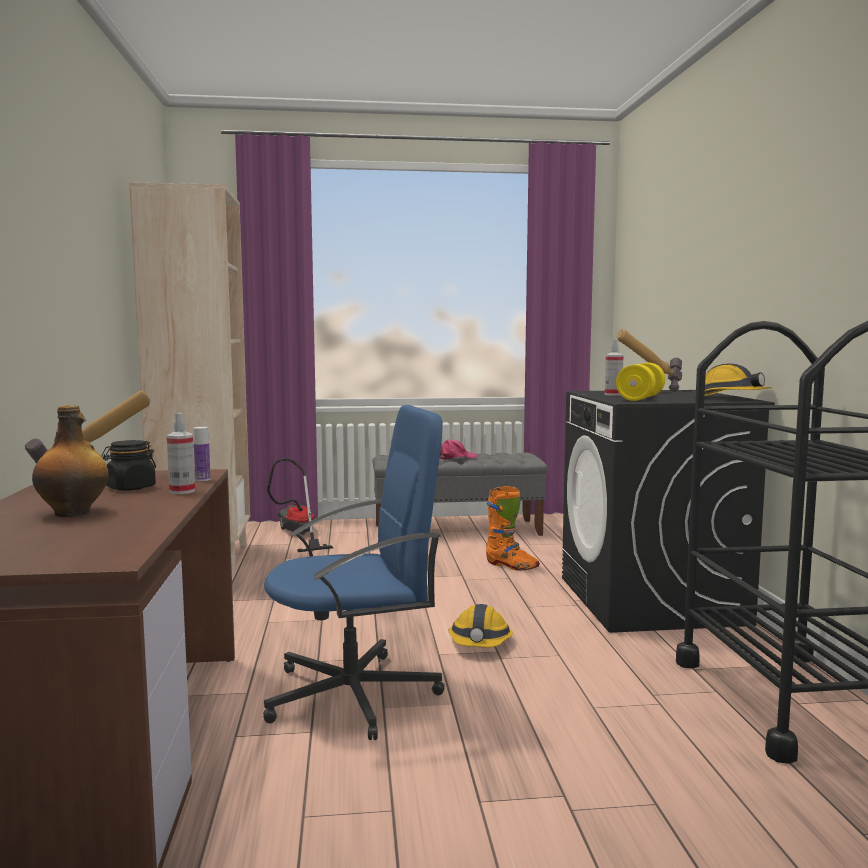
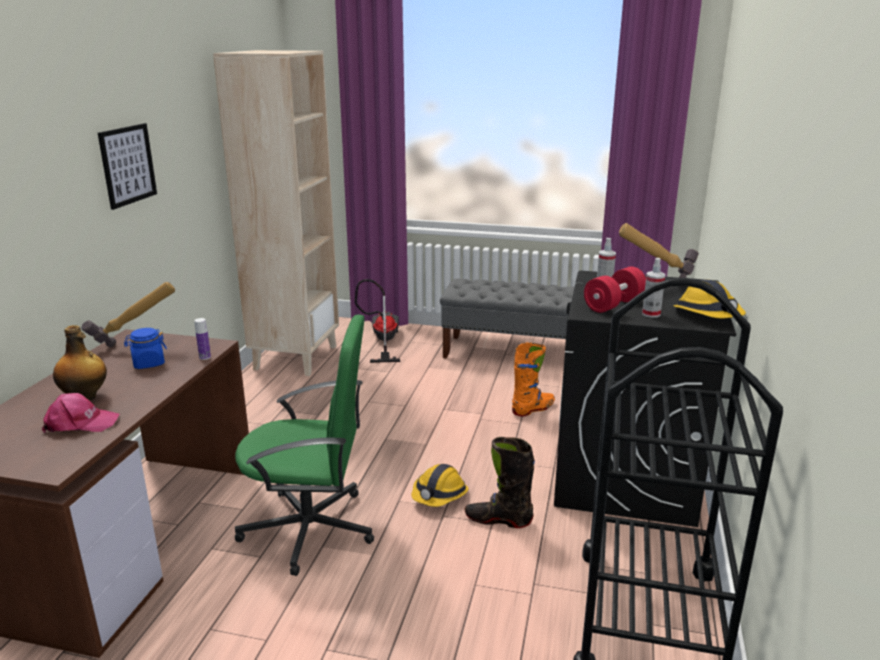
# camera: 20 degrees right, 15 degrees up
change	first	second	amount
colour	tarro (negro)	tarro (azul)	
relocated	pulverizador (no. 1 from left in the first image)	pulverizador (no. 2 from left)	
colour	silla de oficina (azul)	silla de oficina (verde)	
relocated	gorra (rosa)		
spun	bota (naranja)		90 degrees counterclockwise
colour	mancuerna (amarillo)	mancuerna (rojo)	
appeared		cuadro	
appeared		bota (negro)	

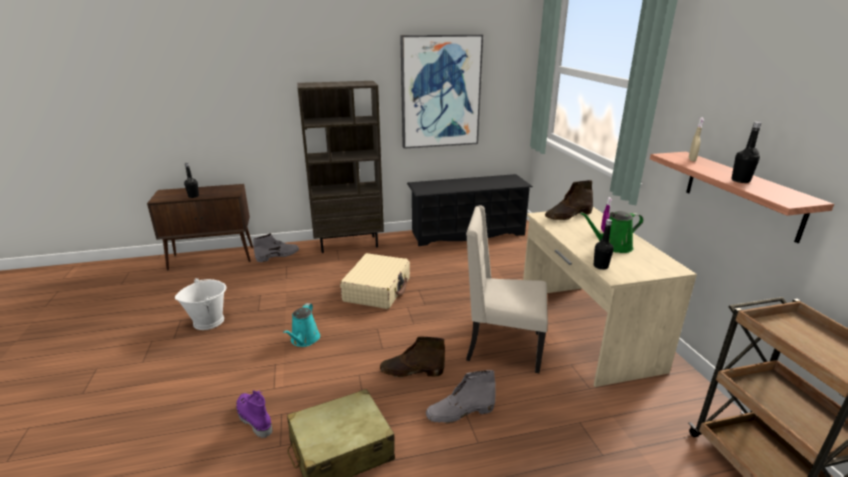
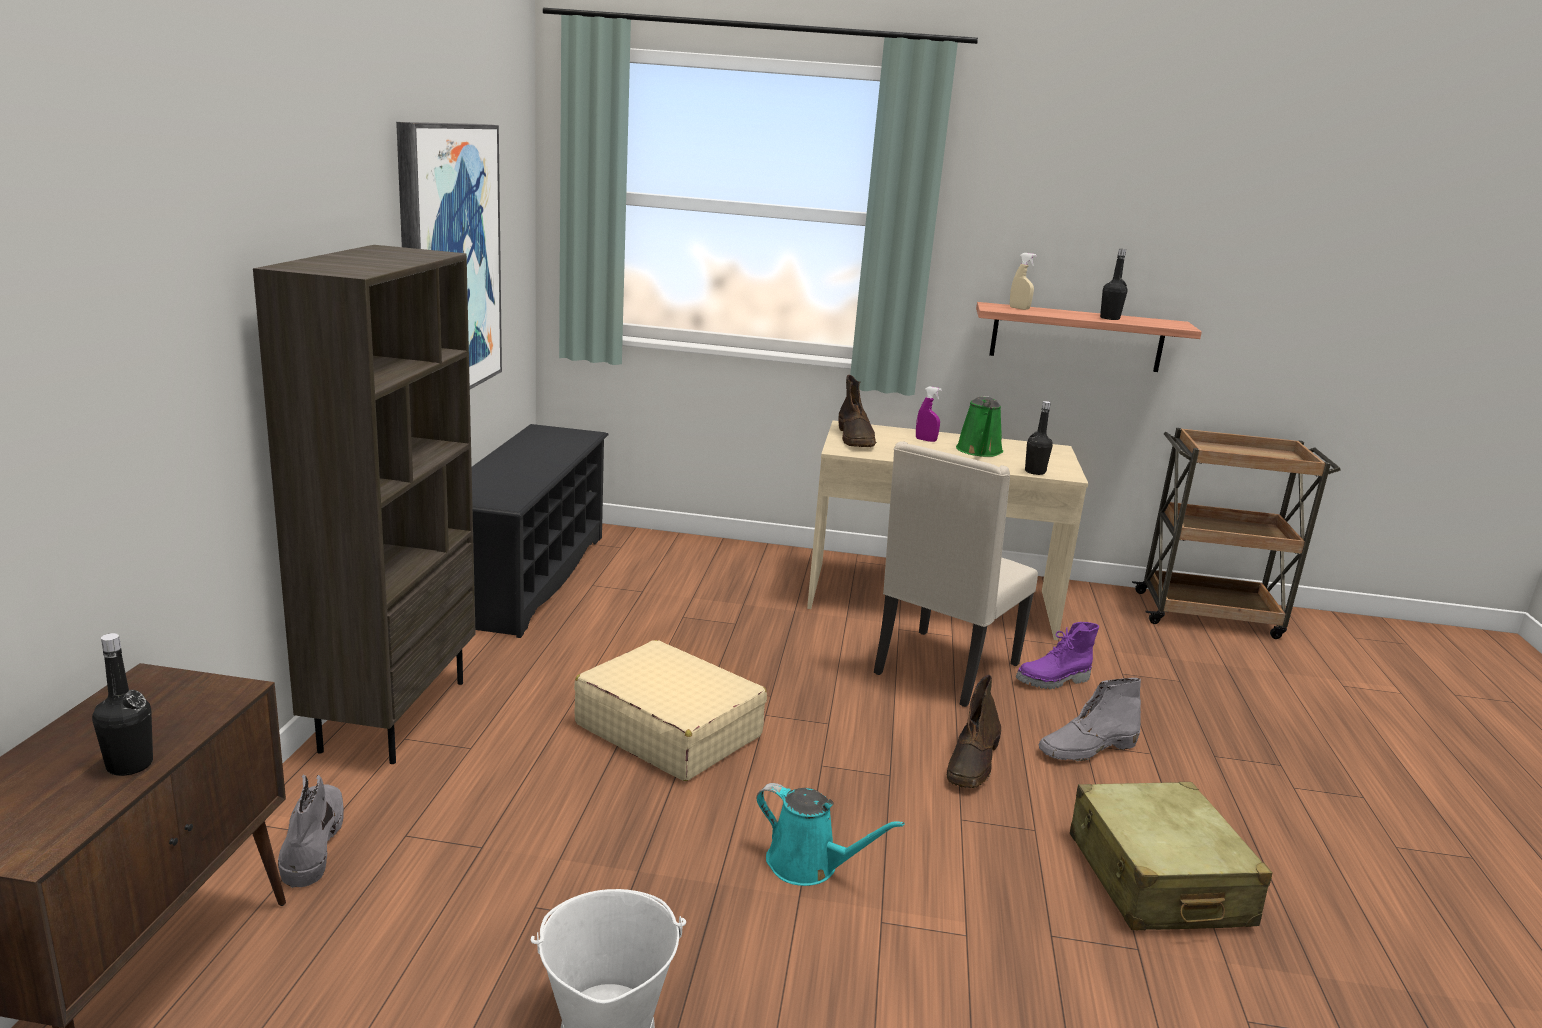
# camera: 70 degrees left, 5 degrees down
change	first	second	amount
relocated	bota (morado)		
spun	bota (gris) (no. 2 from left)		60 degrees clockwise

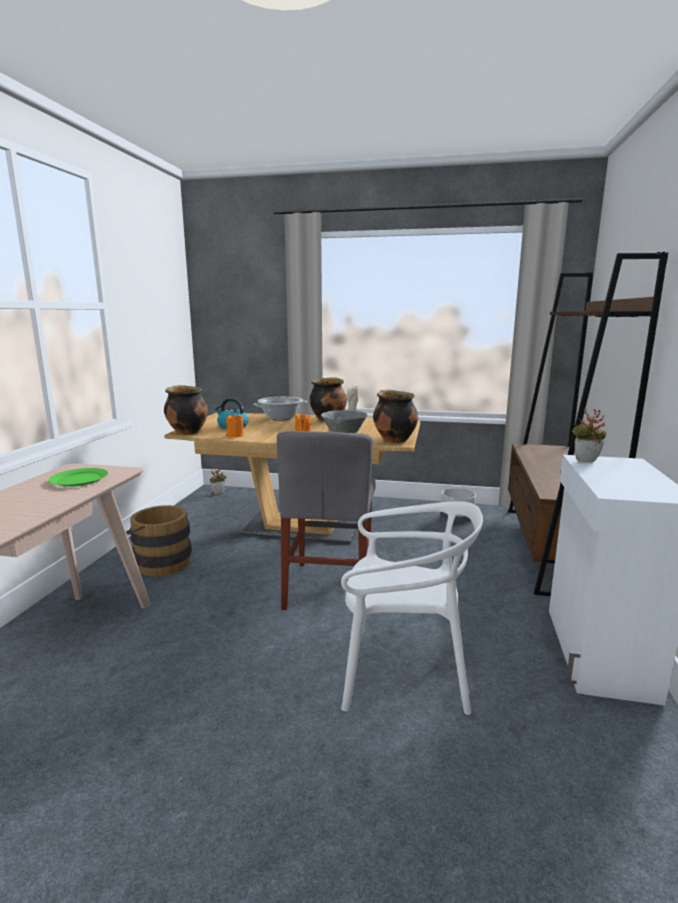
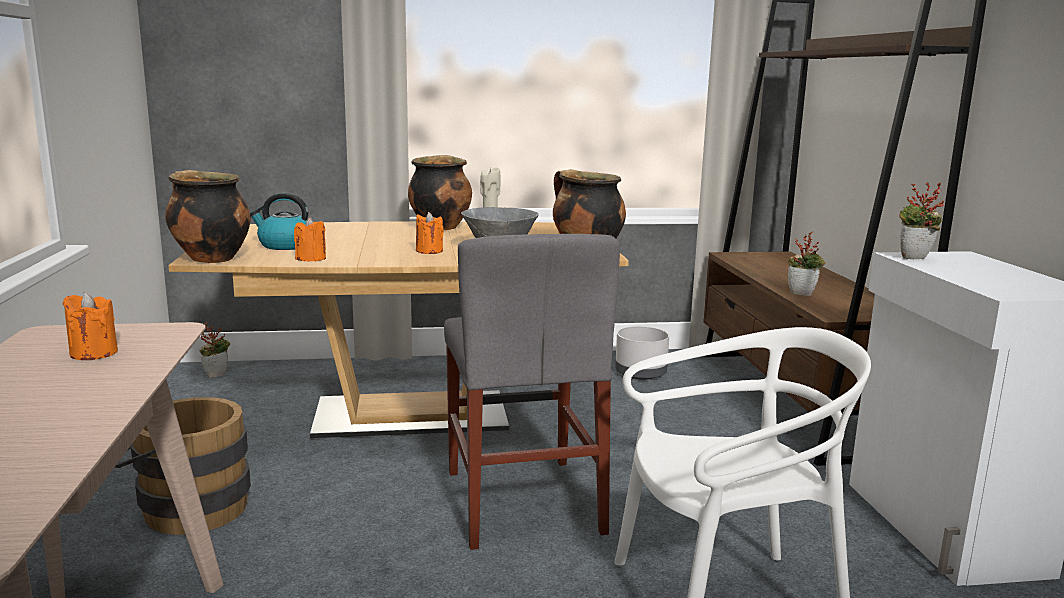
# camera: 20 degrees left, 0 degrees up
change	first	second	amount
exchanged	plato (verde)	vela (naranja) (no. 1 from left)	
missing	olla (no. 2 from left)		
appeared		planta en maceta (no. 2 from left)	

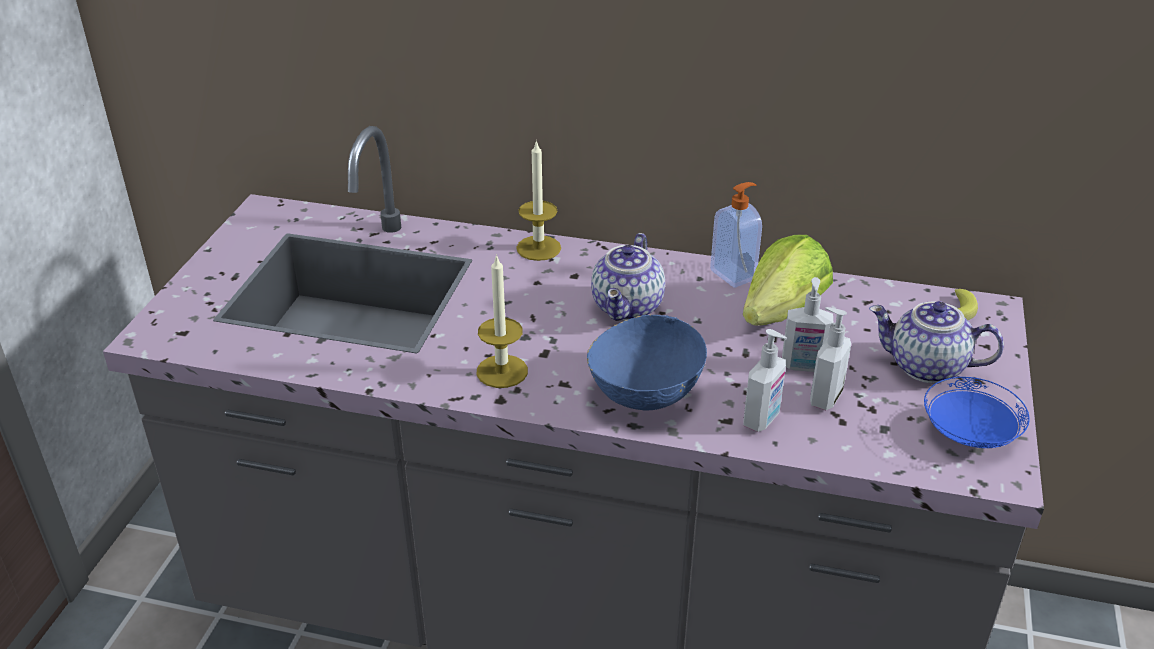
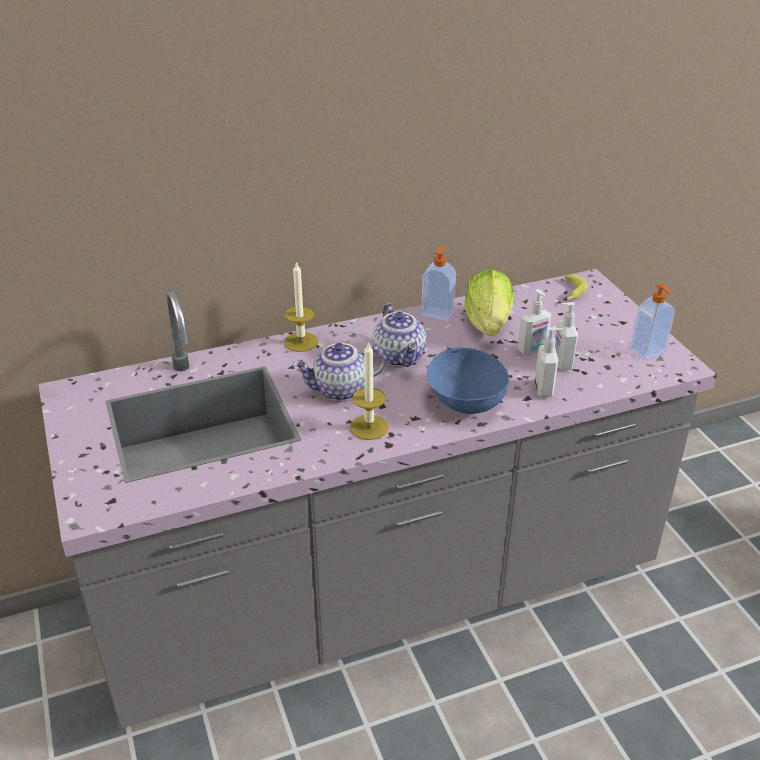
# camera: 35 degrees left, 0 degrees up
change	first	second	amount
relocated	tetera (no. 2 from left in the first image)	tetera (no. 1 from left)	
exchanged	plato (azul)	dispensador de jabón (no. 5 from left)	

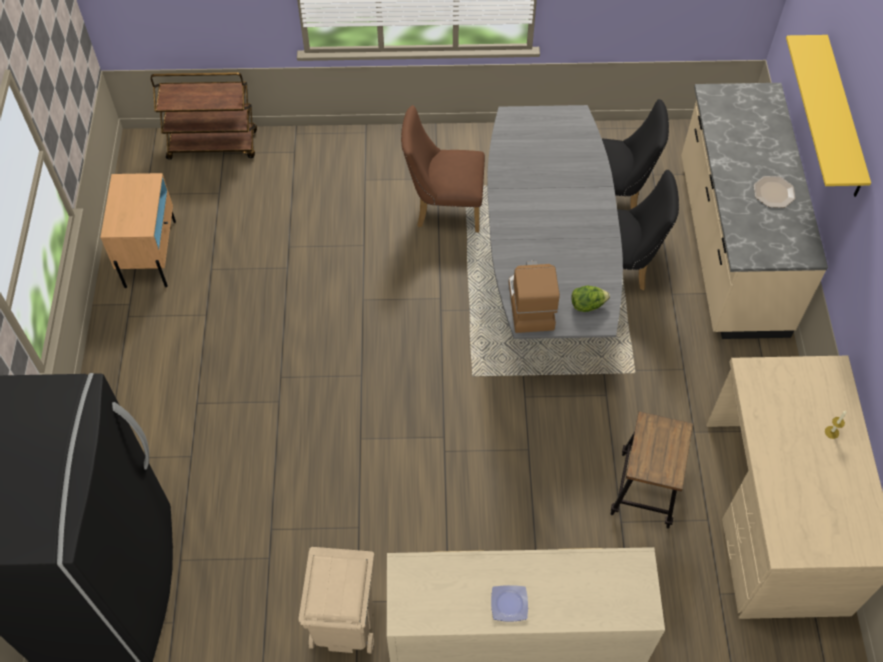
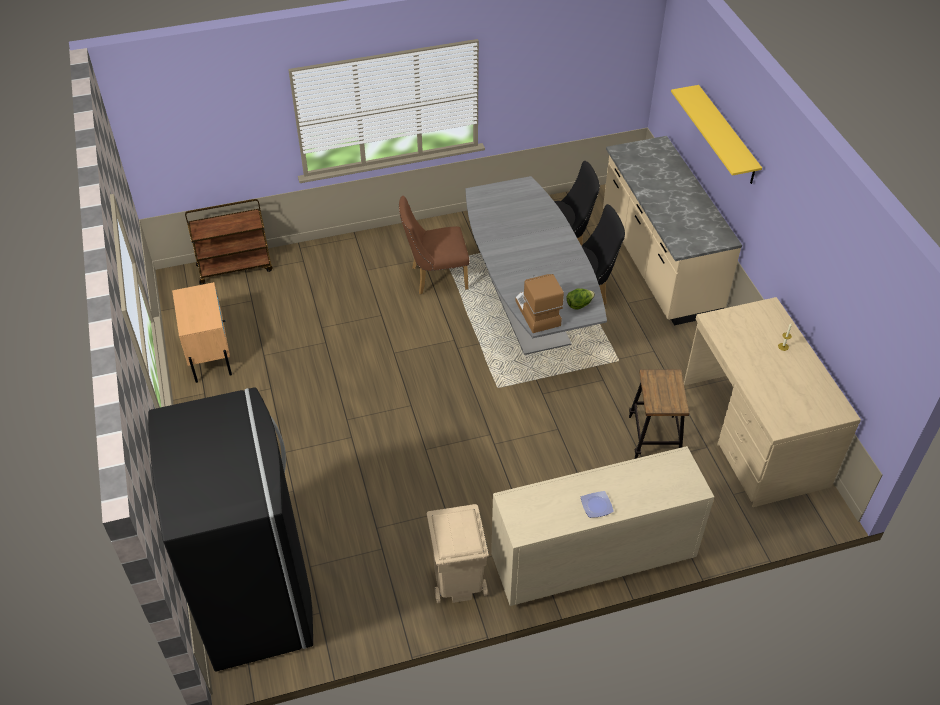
# camera: 15 degrees left, 10 degrees down
change	first	second	amount
missing	plato (no. 2 from left)		

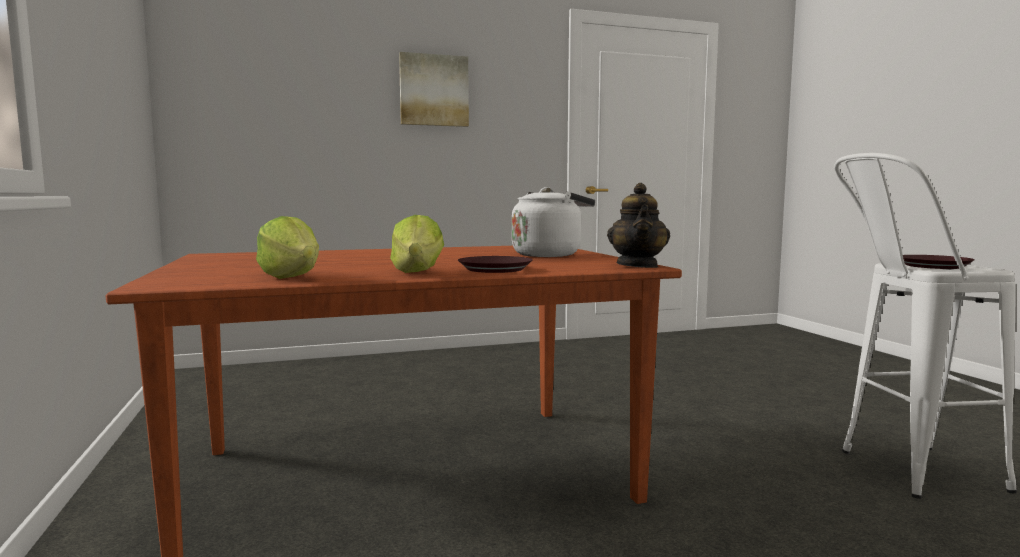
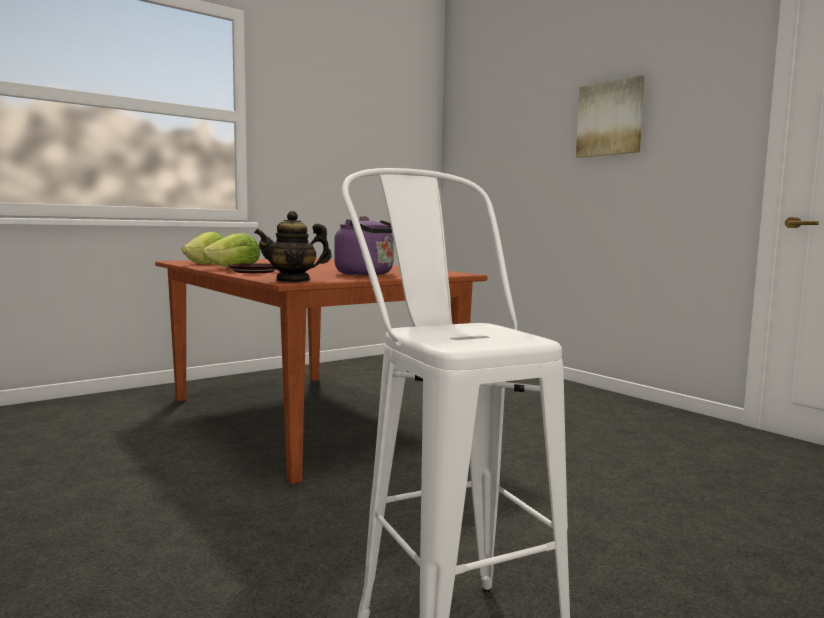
# camera: 70 degrees right, 0 degrees up
change	first	second	amount
colour	hervidor (blanco)	hervidor (morado)	
missing	plato (marrón) (no. 2 from left)		

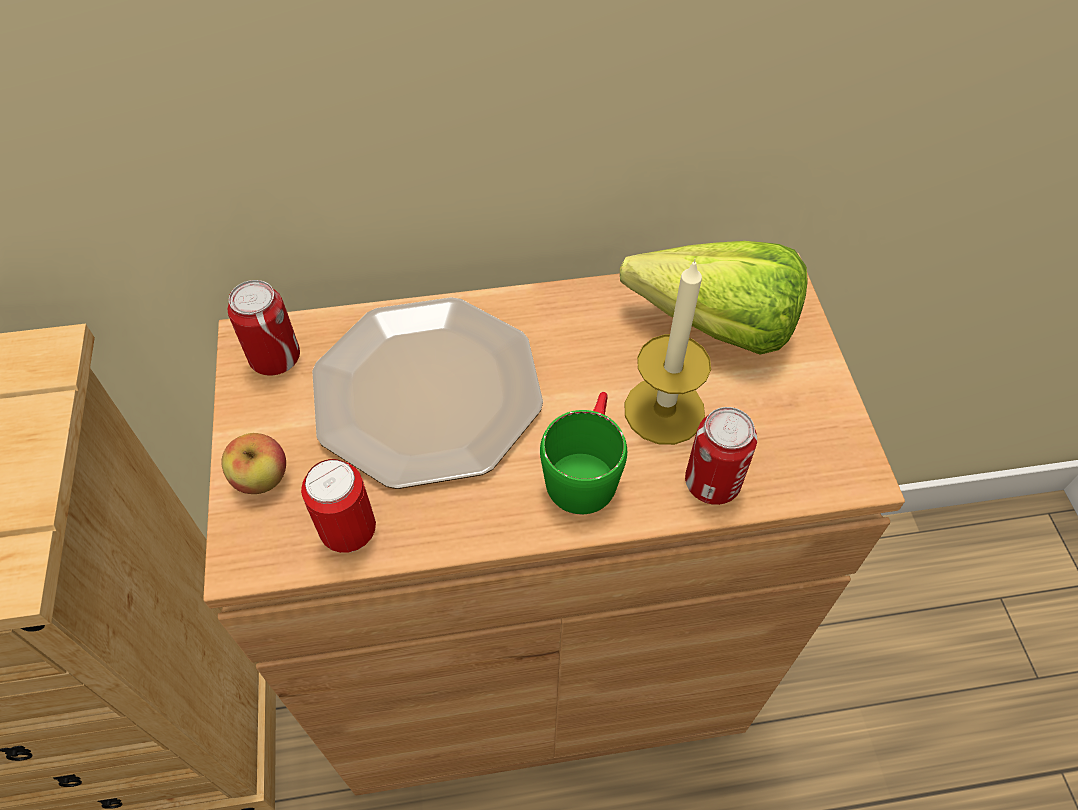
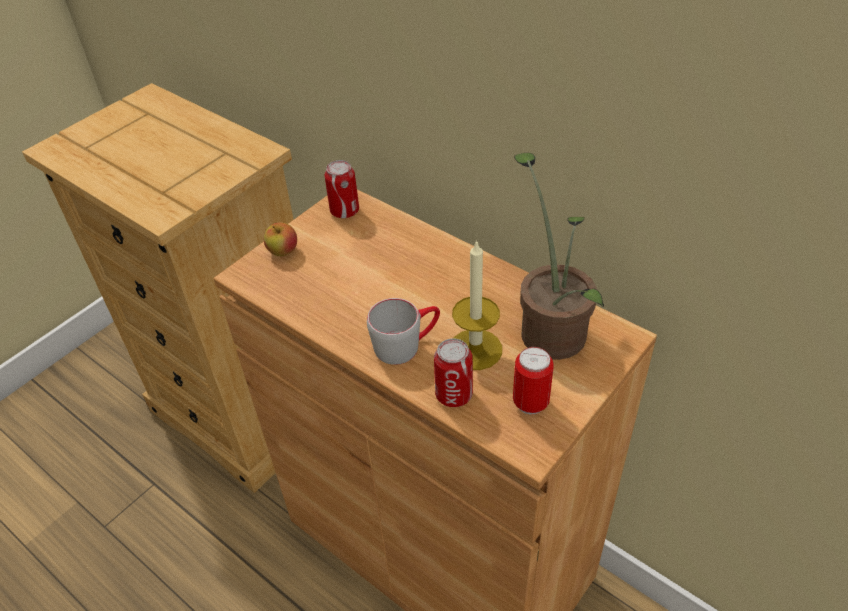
# camera: 50 degrees right, 10 degrees down
change	first	second	amount
relocated	lata (no. 2 from left in the first image)	lata (no. 3 from left)	
missing	plato		
colour	taza grande (verde)	taza grande (gris)	
exchanged	lechuga	planta en maceta	

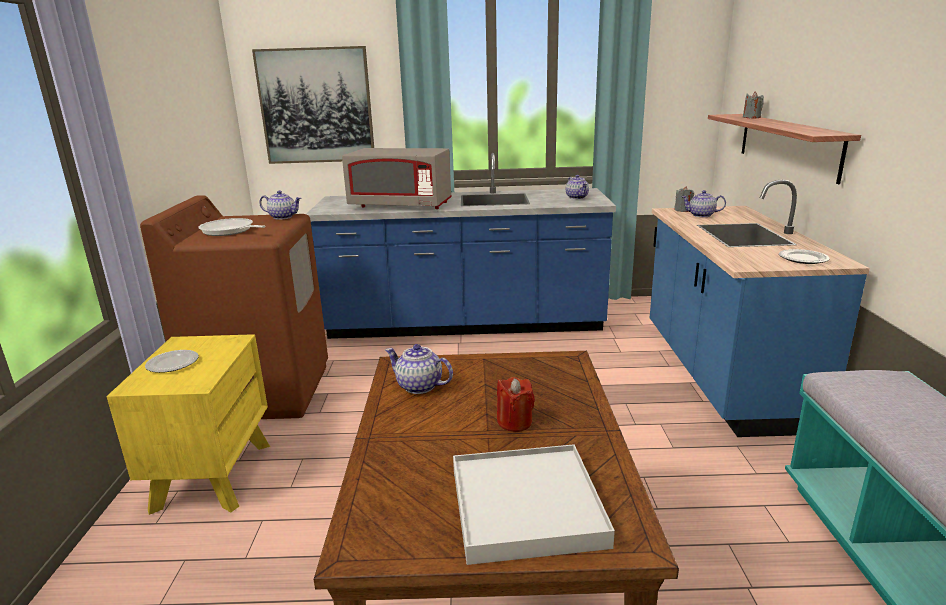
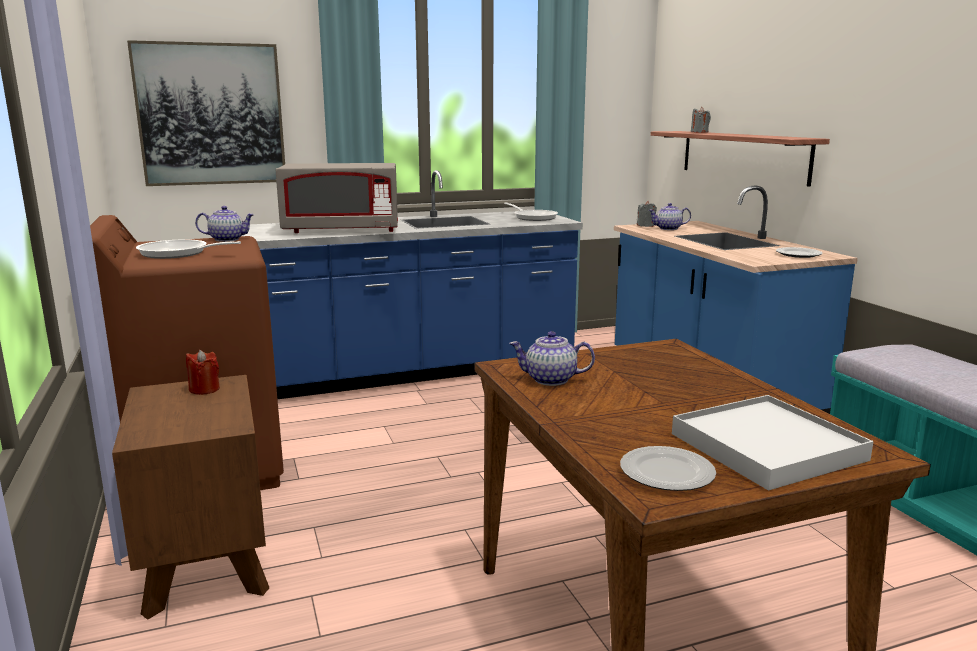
# camera: 20 degrees left, 5 degrees down
change	first	second	amount
colour	mesita de noche (amarillo)	mesita de noche (marrón)	
relocated	plato (no. 1 from left)		
relocated	vela (rojo)		
exchanged	tetera (no. 3 from left)	sartén (no. 2 from left)	

